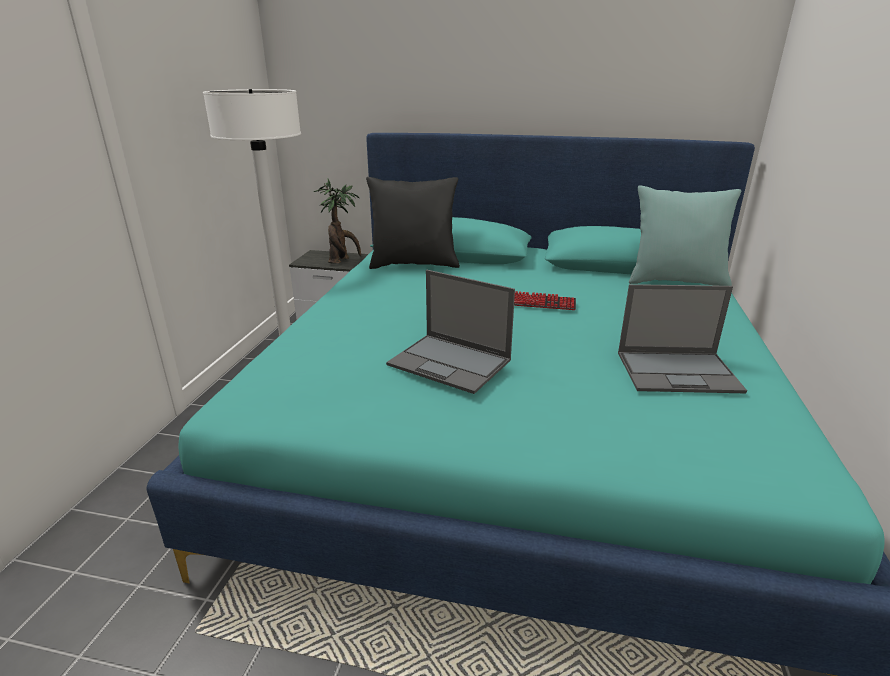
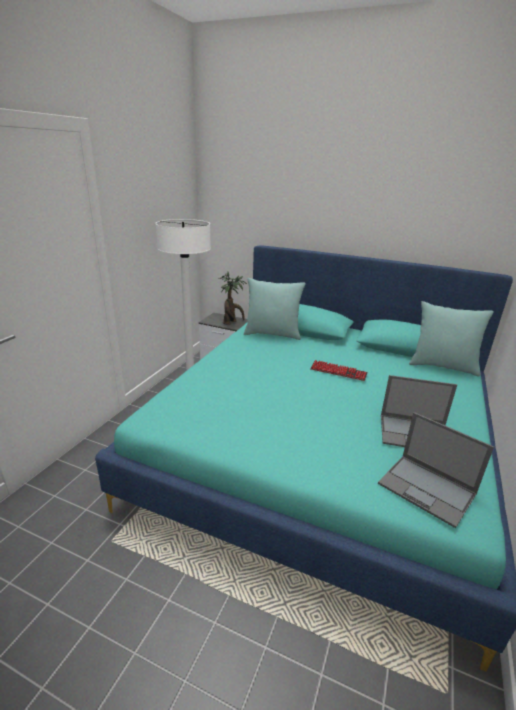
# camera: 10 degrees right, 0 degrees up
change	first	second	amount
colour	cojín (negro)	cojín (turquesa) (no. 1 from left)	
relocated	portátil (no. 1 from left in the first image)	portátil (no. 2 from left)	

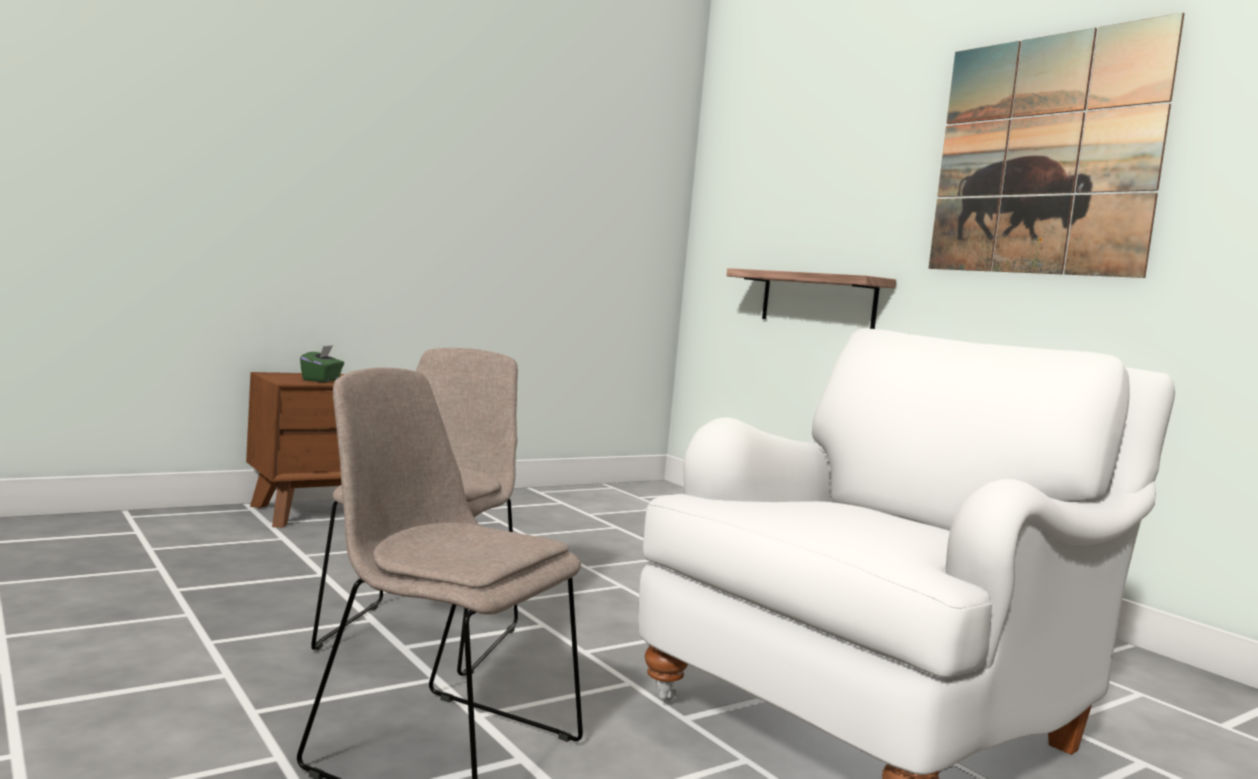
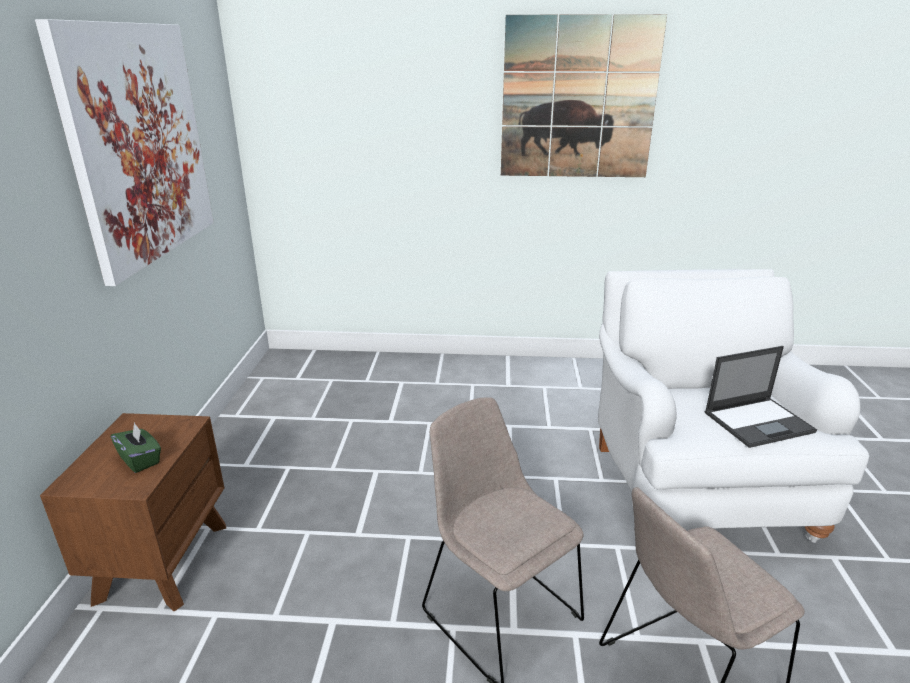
# camera: 50 degrees left, 20 degrees up
change	first	second	amount
missing	estante		
appeared		cuadro (no. 1 from left)	
appeared		portátil	

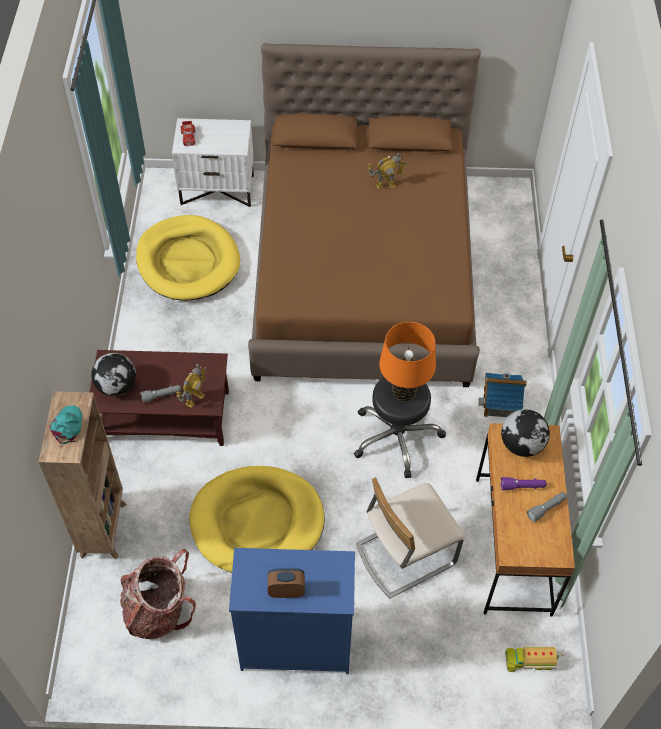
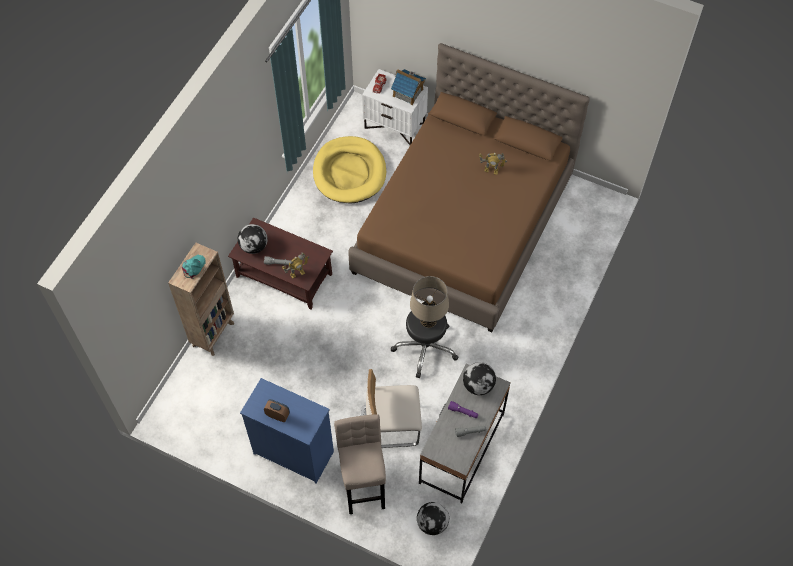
# camera: 25 degrees right, 5 degrees up
change	first	second	amount
missing	mochila		
missing	cama para perro (amarillo) (no. 2 from left)		
colour	lámpara de mesa (naranja)	lámpara de mesa (beis)	
colour	escritorio (marrón)	escritorio (gris)	
relocated	casita		
exchanged	camión de juguete (no. 2 from left)	globo terráqueo (no. 2 from left)	
appeared		taburete (beis)	

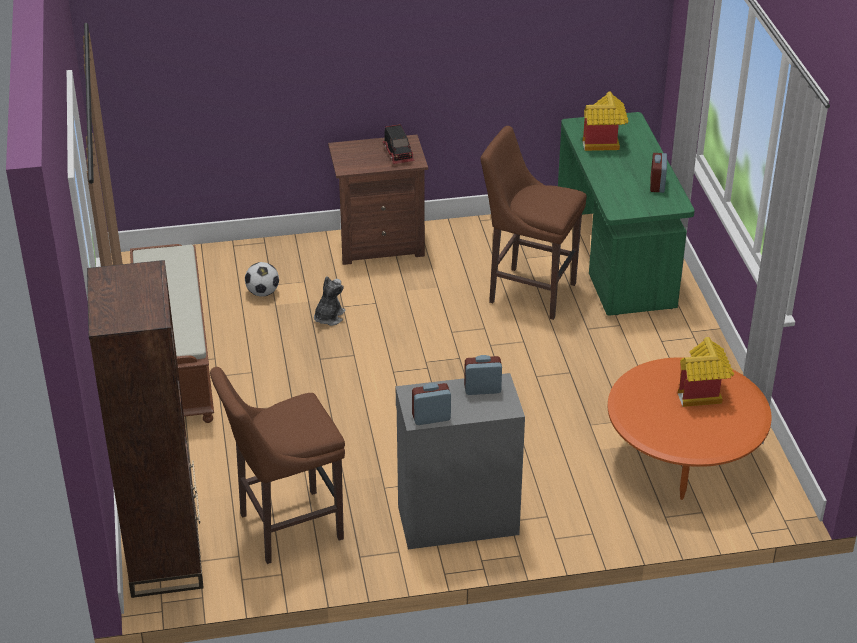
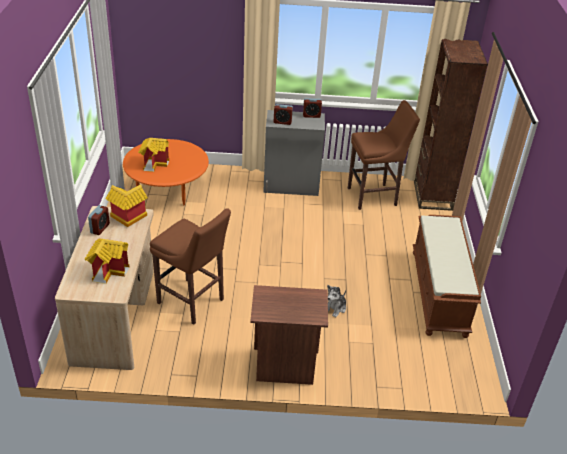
# camera: 170 degrees left, 0 degrees up
change	first	second	amount
missing	balón de fútbol		
missing	camión de juguete		
colour	escritorio (verde)	escritorio (beis)	
appeared		casita (no. 2 from left)	

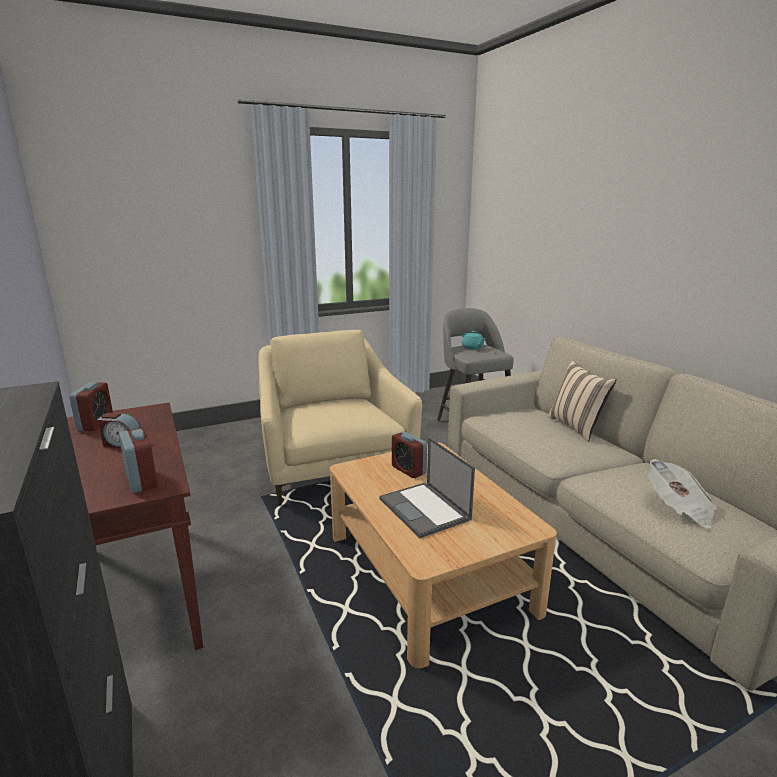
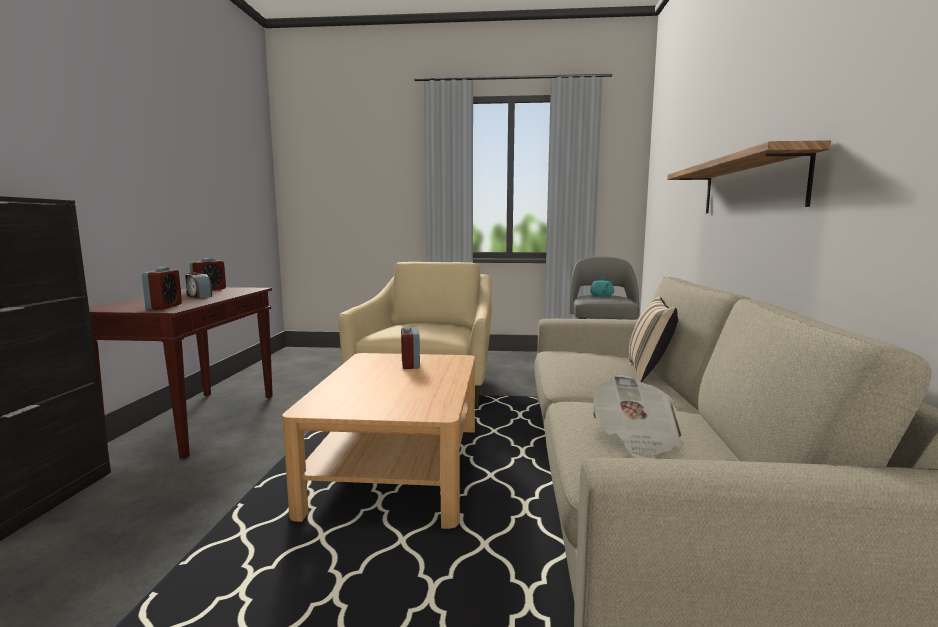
# camera: 30 degrees right, 10 degrees down
change	first	second	amount
missing	portátil		
appeared		estante	

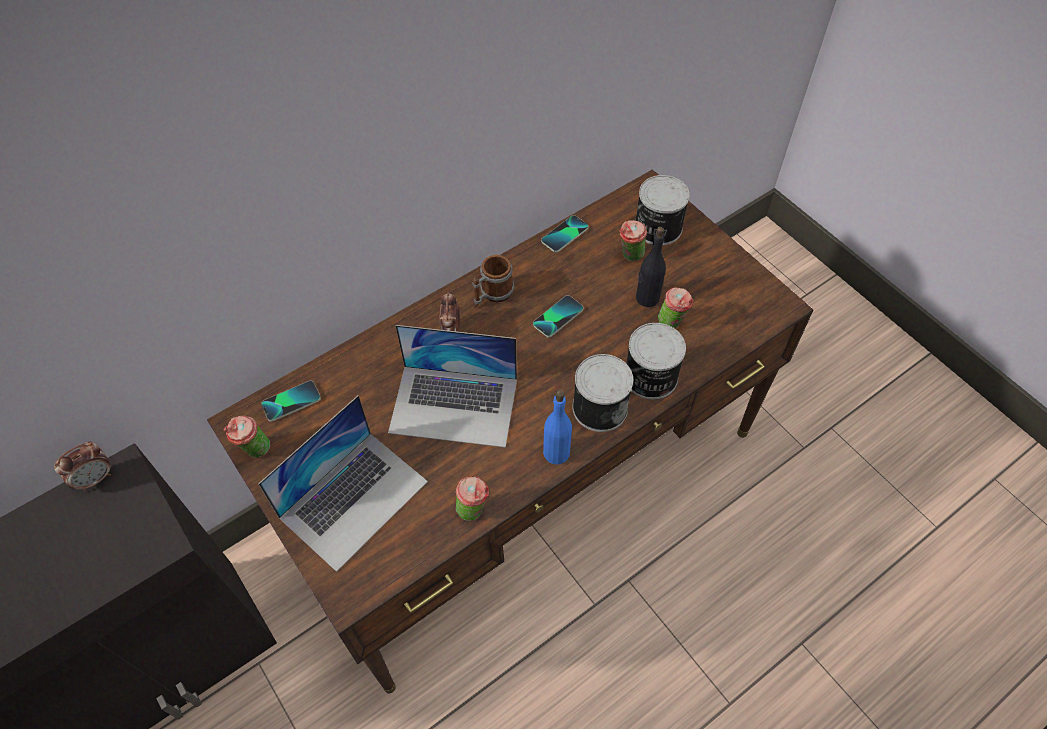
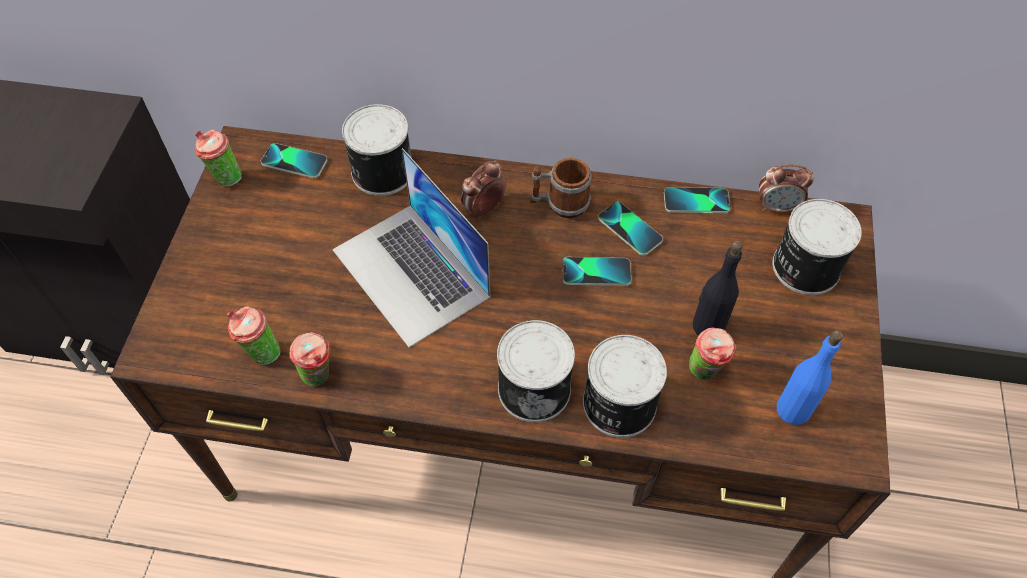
# camera: 45 degrees right, 0 degrees up
change	first	second	amount
relocated	despertador (no. 1 from left in the first image)	despertador (no. 2 from left)	
missing	portátil (no. 1 from left)		
relocated	botella (azul)		
relocated	taza (no. 3 from left in the first image)	taza (no. 2 from left)	
appeared		lata (no. 1 from left)	
appeared		móvil (no. 3 from left)	

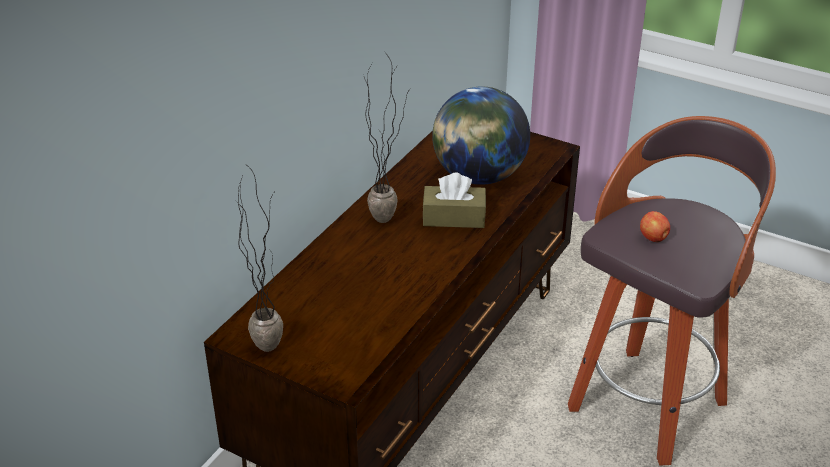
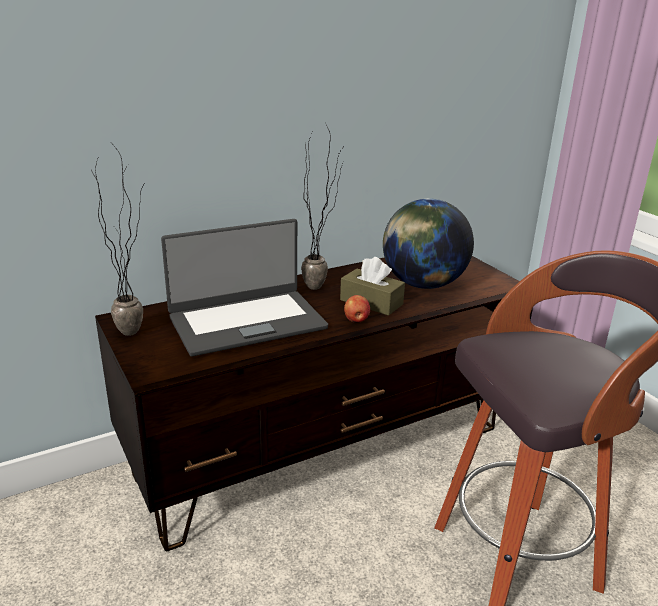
# camera: 30 degrees right, 10 degrees down
change	first	second	amount
relocated	manzana		
appeared		portátil	

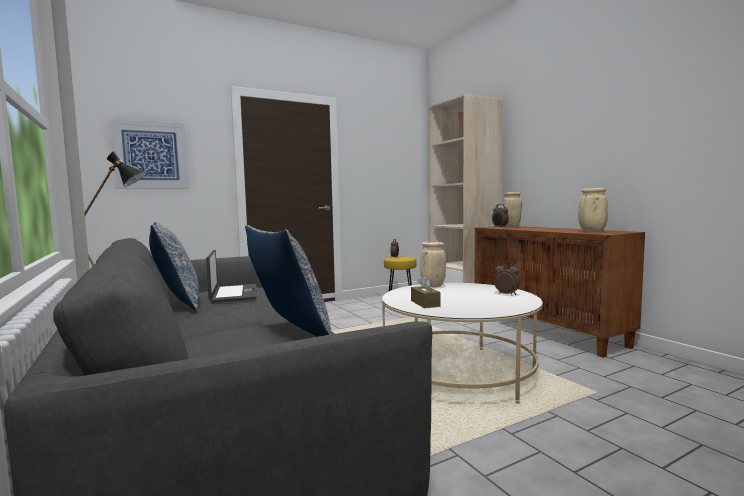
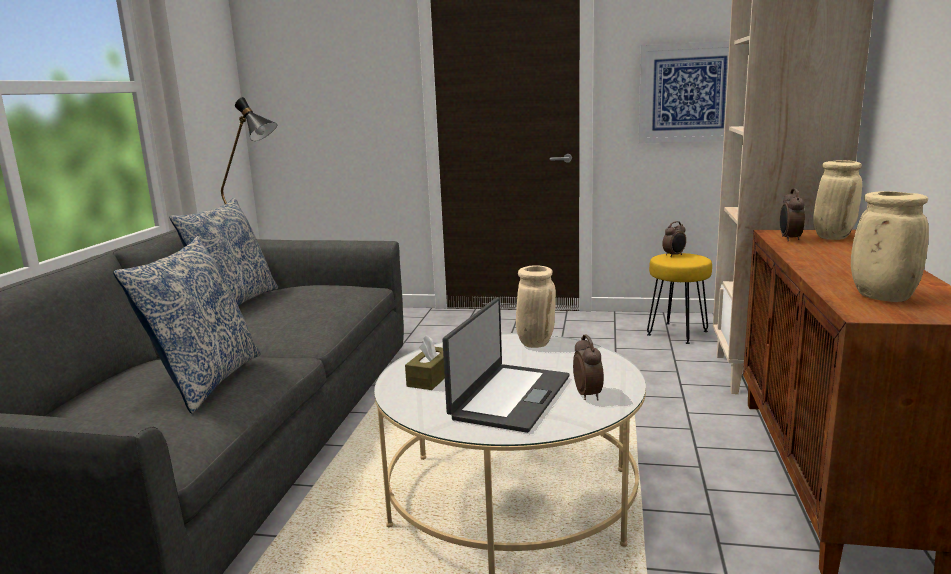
# camera: 40 degrees right, 10 degrees up
change	first	second	amount
relocated	cuadro		
relocated	portátil		

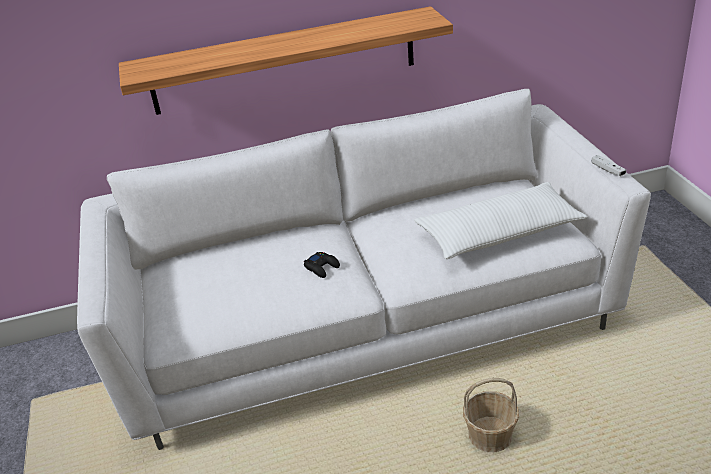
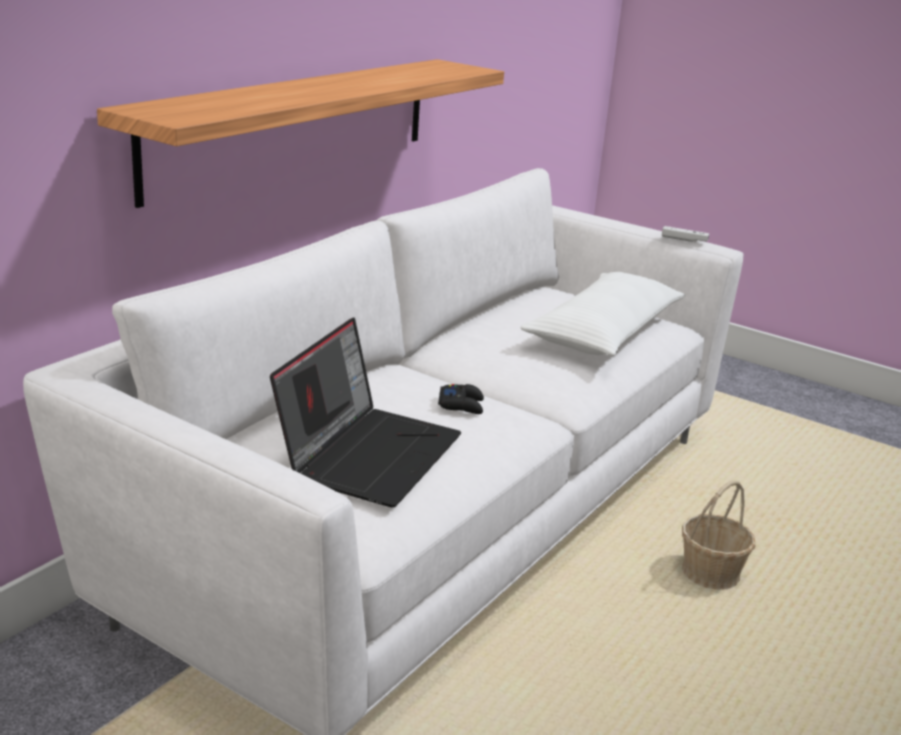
# camera: 45 degrees left, 10 degrees down
change	first	second	amount
appeared		portátil	

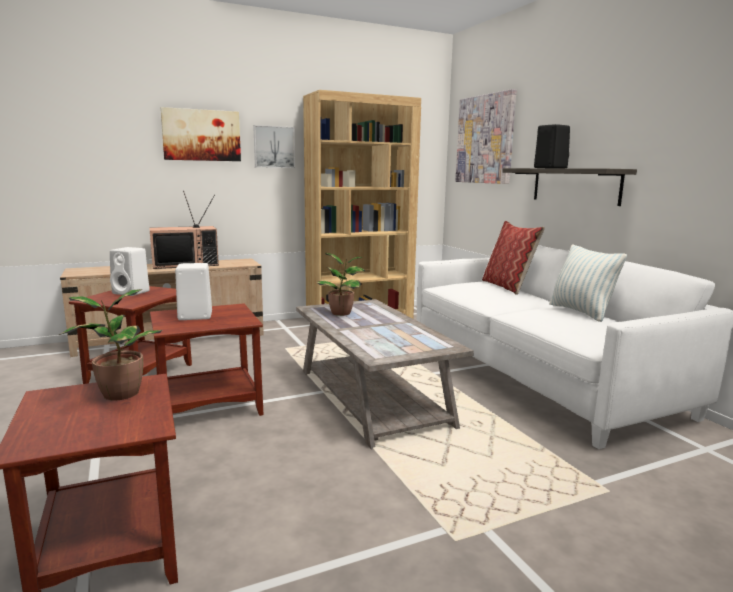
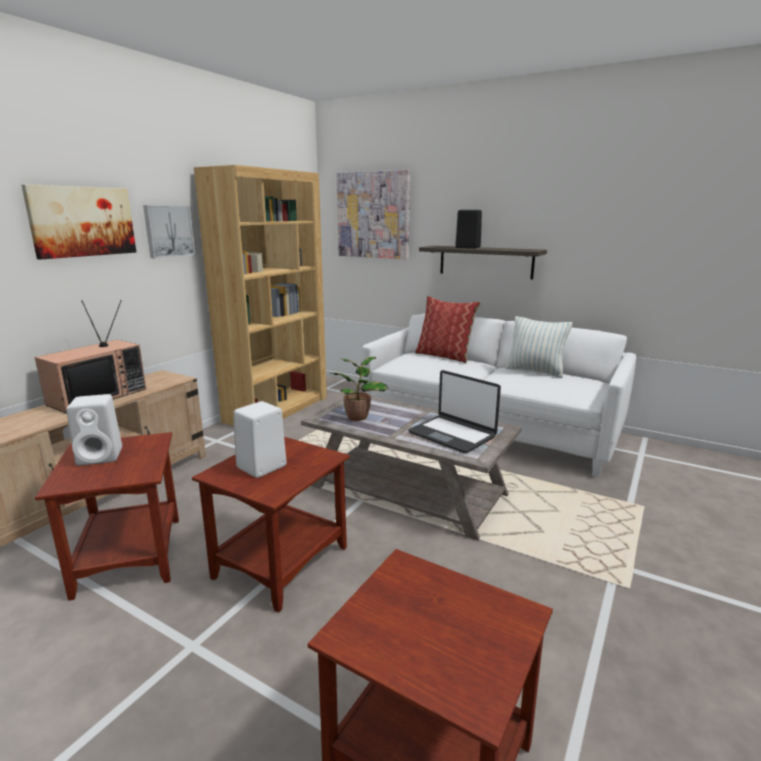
# camera: 35 degrees left, 5 degrees up
change	first	second	amount
missing	planta en maceta (no. 1 from left)		
appeared		portátil	

